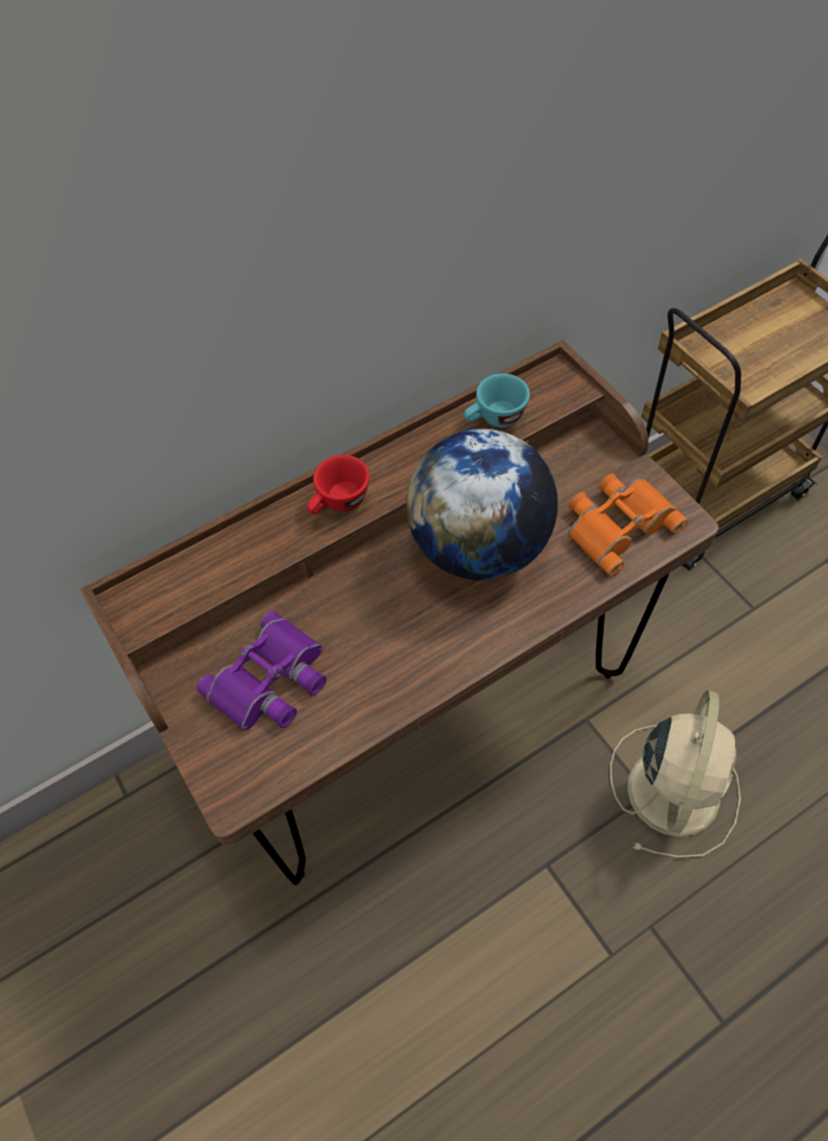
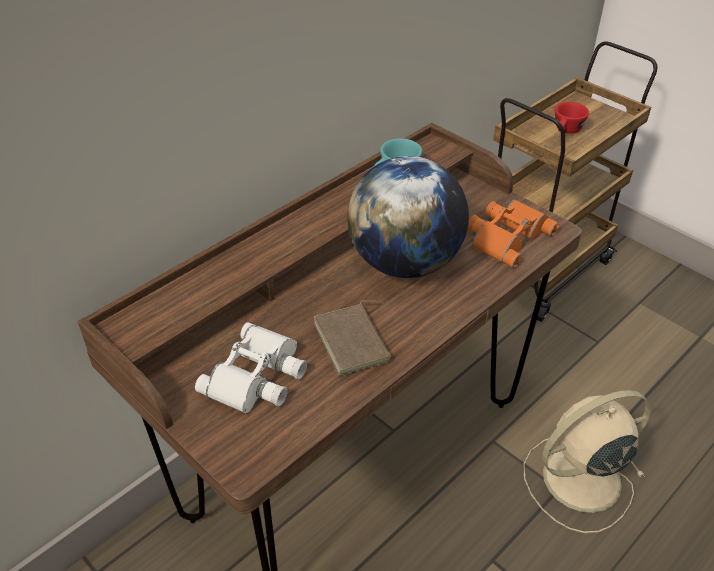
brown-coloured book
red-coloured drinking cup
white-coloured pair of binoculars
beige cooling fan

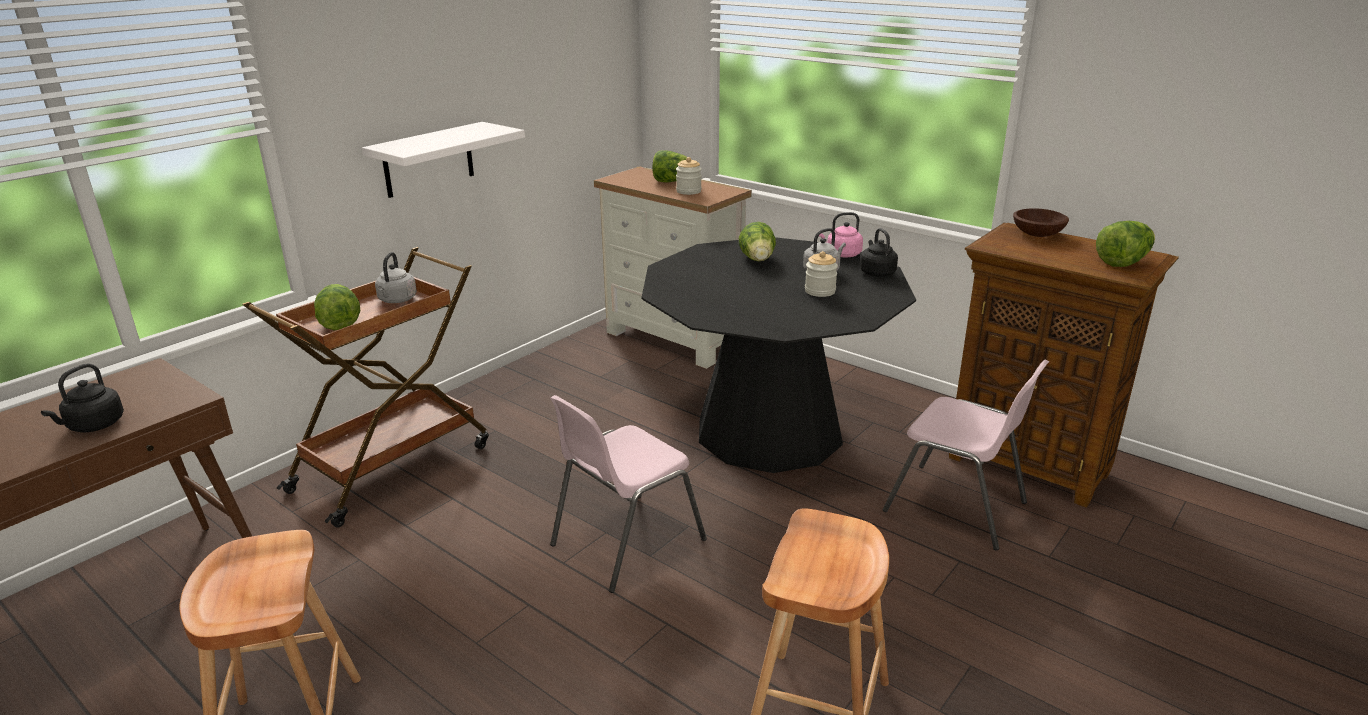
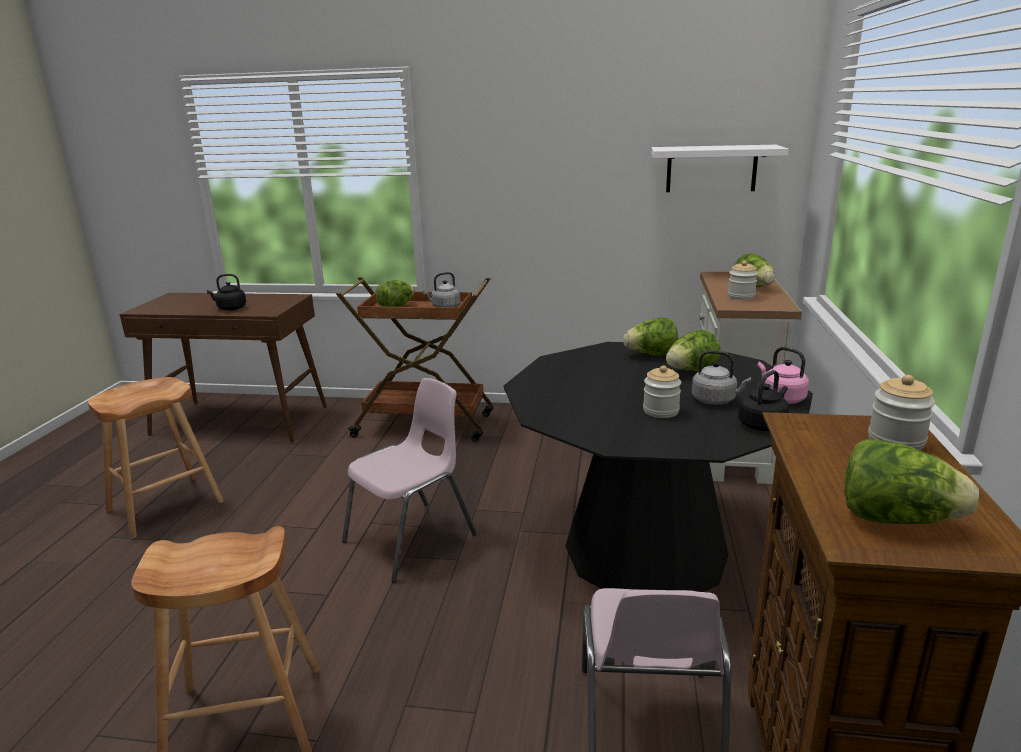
lettuce (2nd from left)
white-coloured bracket shelf
preserve jar (3rd from left)
pinkish upright chair (1st from left)

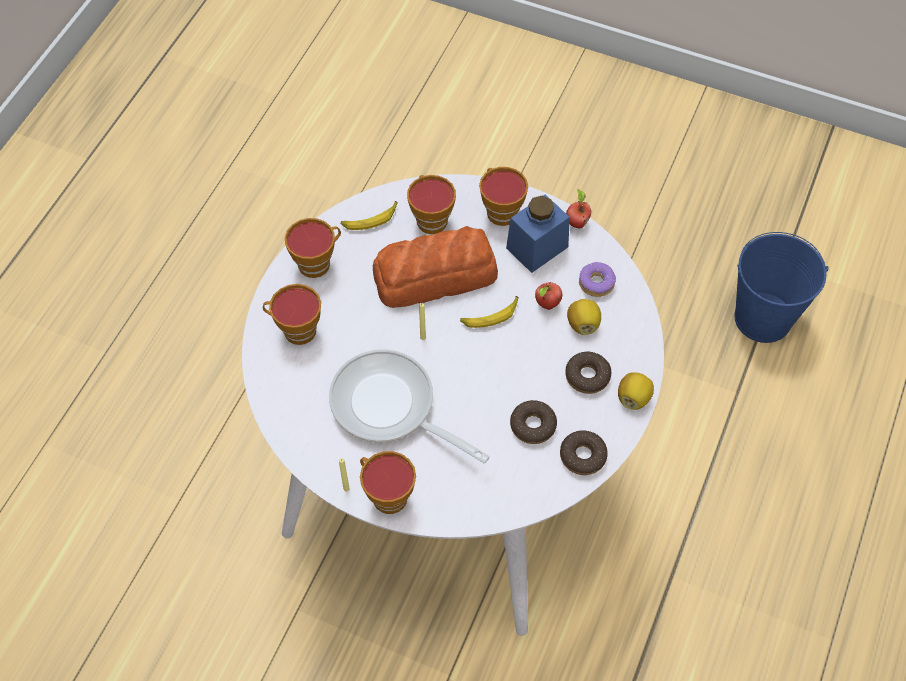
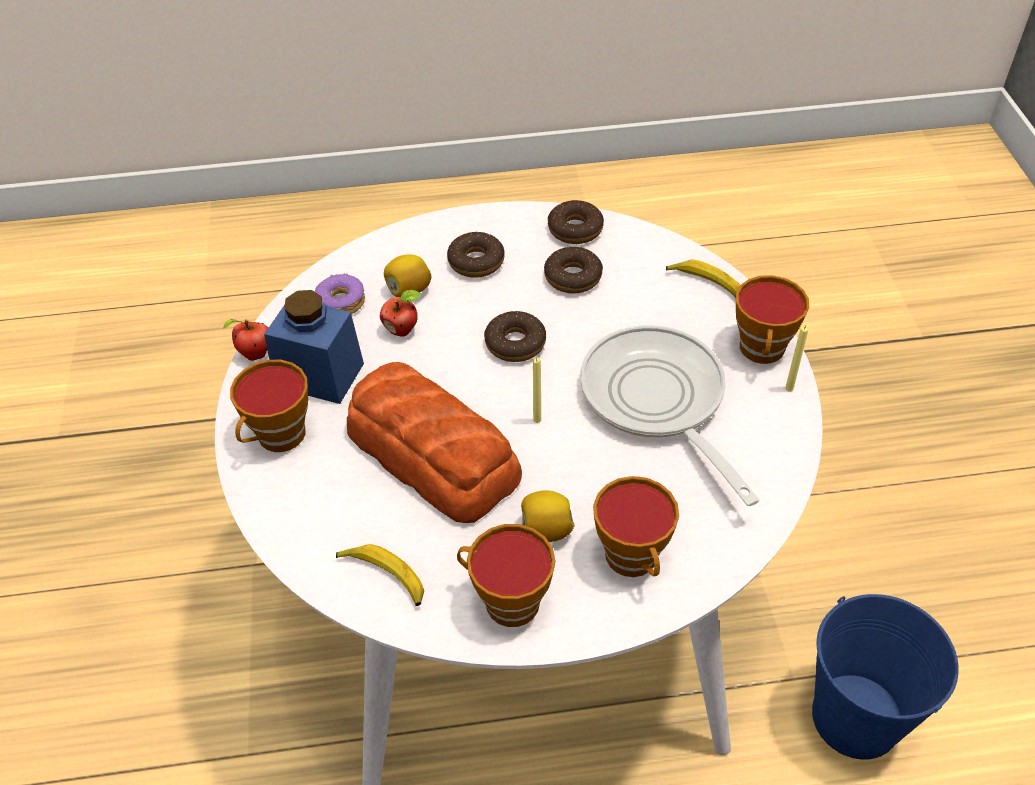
drinking cup (4th from left in the first image)
ring doughnut (3rd from left)
whole banana (2nd from left)
whole lemon (2nd from left)
bluish pail
frying pan

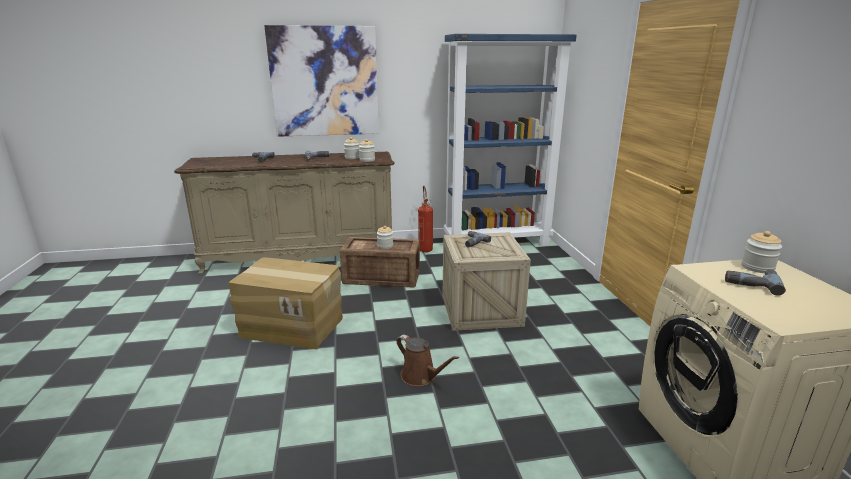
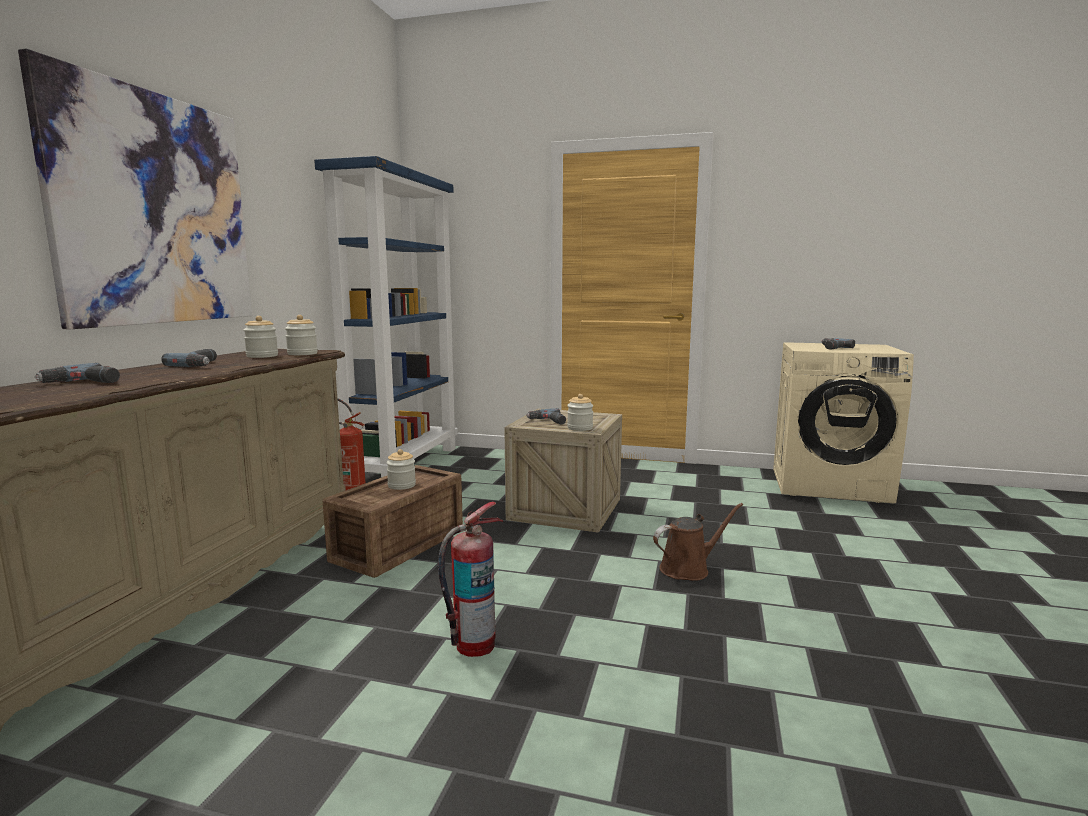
preserve jar (4th from left)
extinguisher (2nd from left)

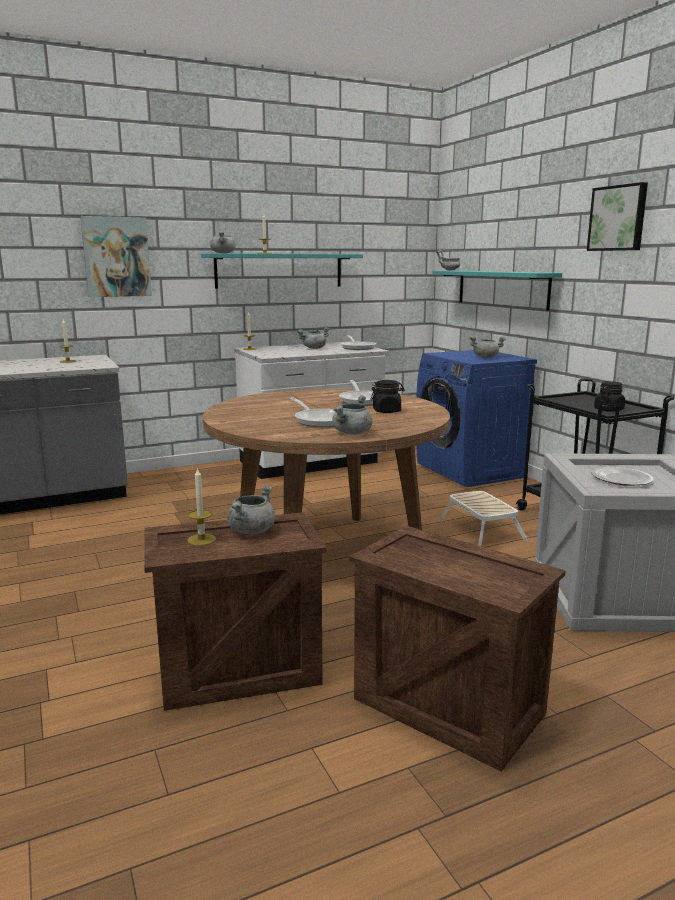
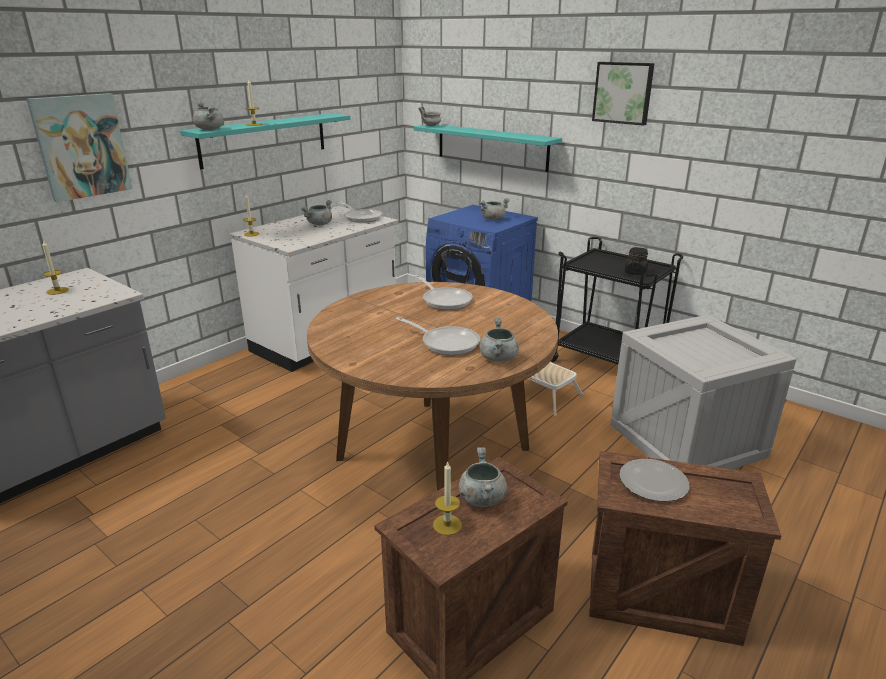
black preserve jar (1st from left in the first image)
flat dish

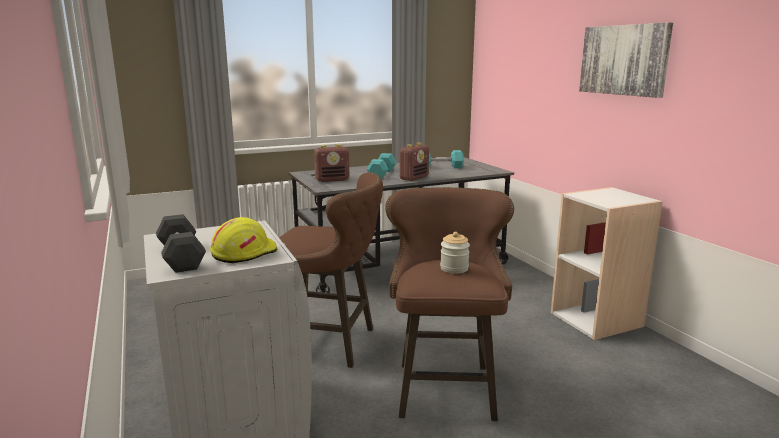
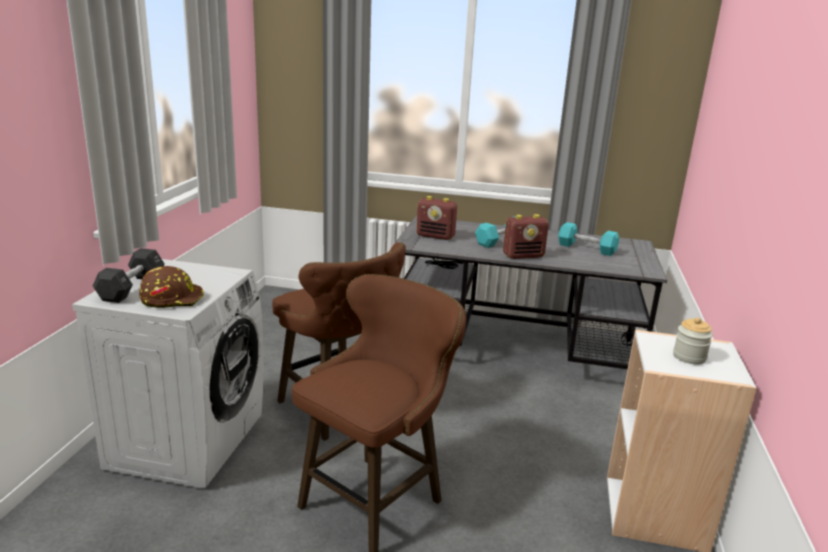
picture
preserve jar
brown-coloured safety helmet

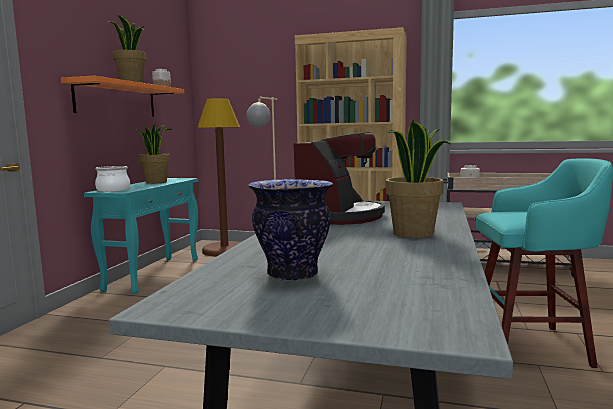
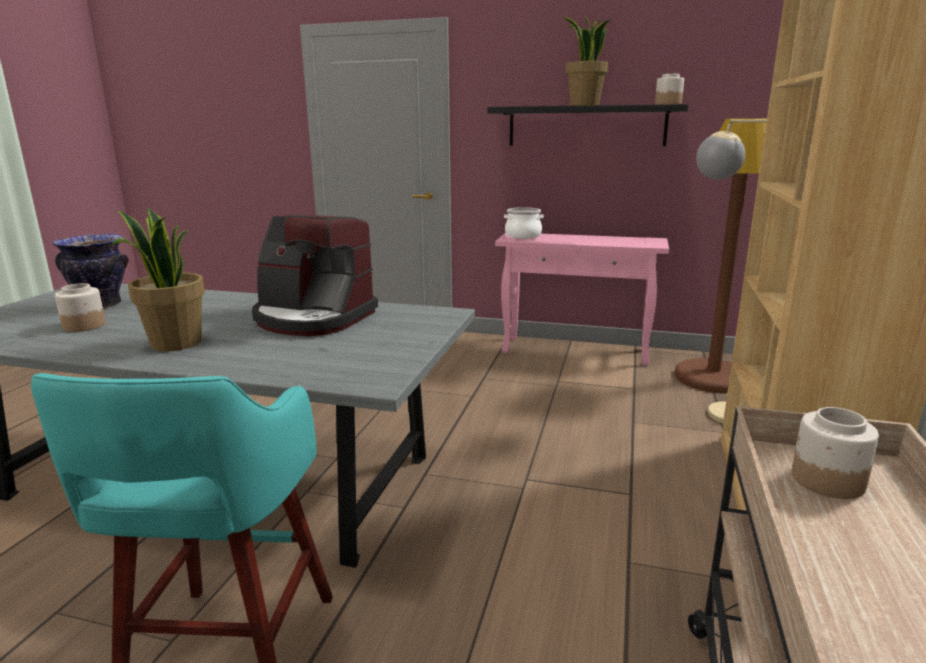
houseplant (2nd from left in the first image)
preserve jar (1st from left)
black bracket shelf
pinkish console table

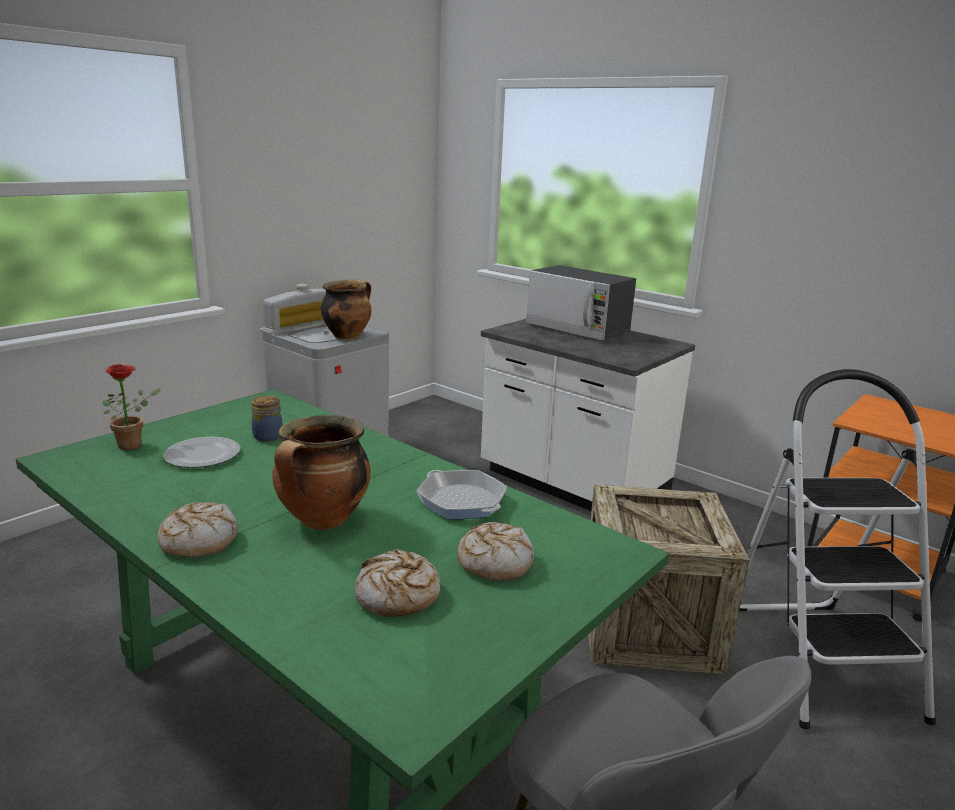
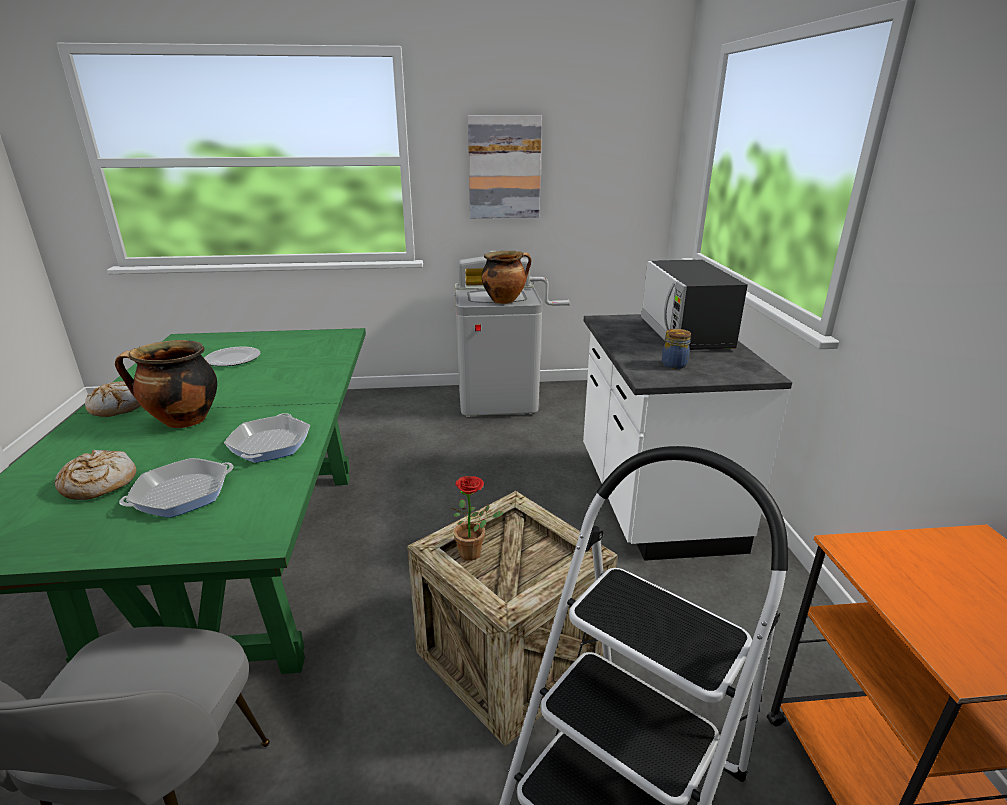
picture
houseplant
preserve jar
frying pan (1st from left)

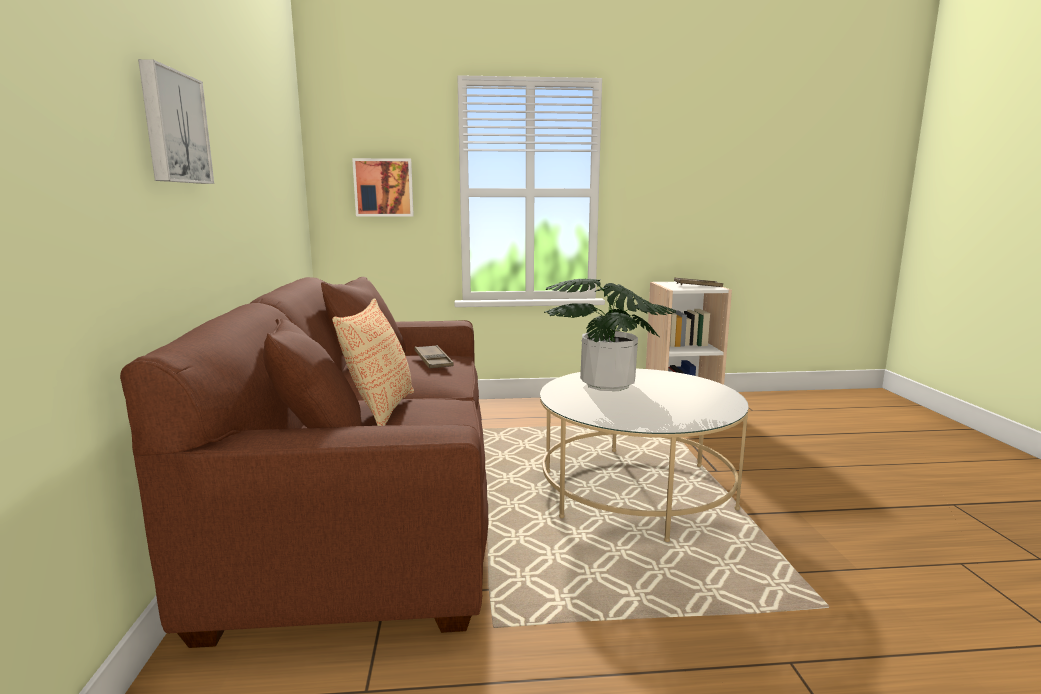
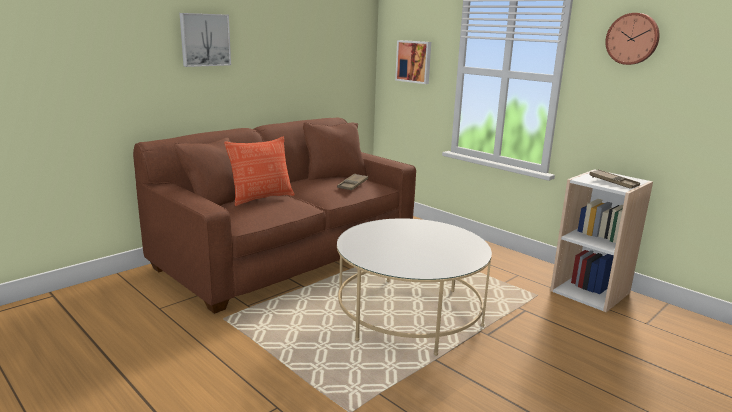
houseplant
hanging clock
orange cushion

